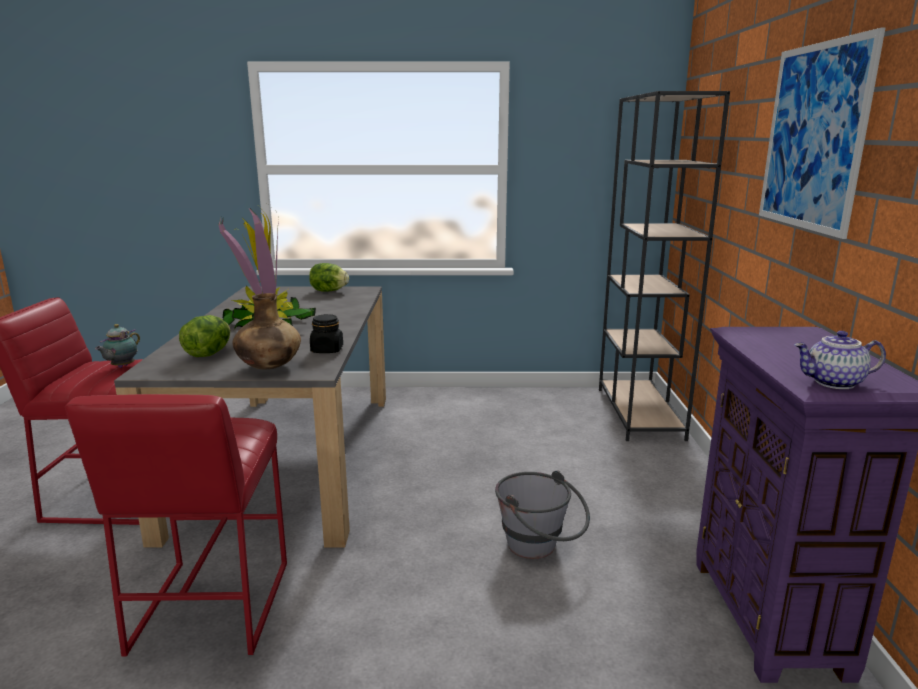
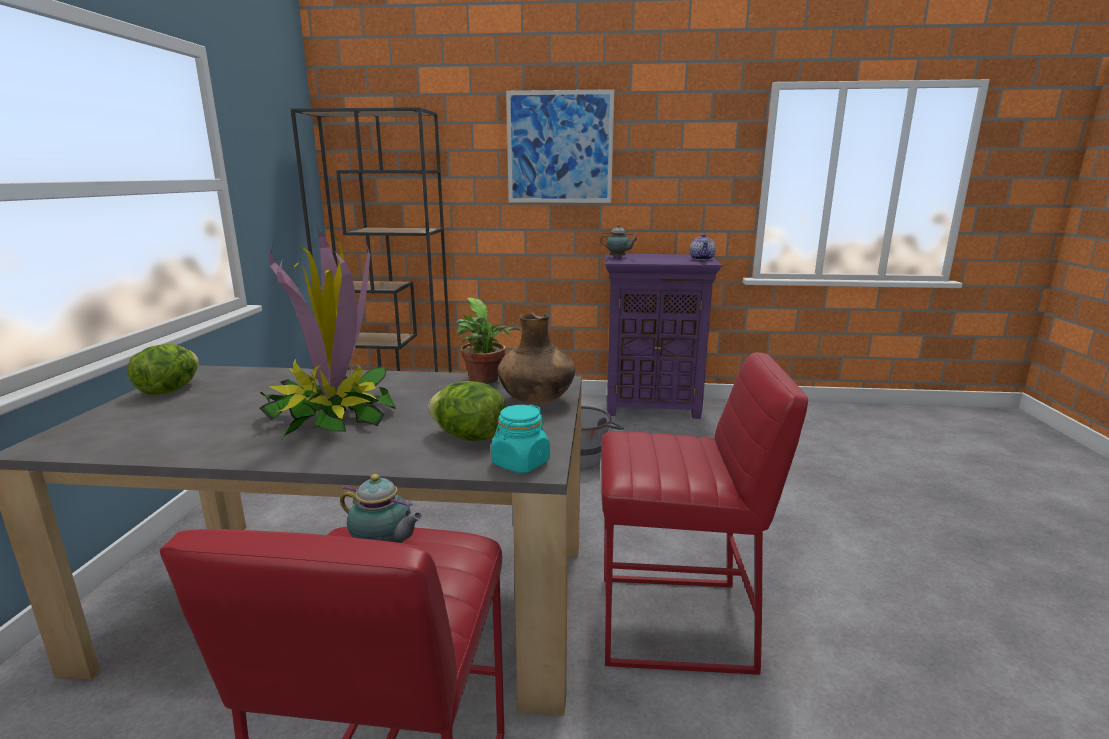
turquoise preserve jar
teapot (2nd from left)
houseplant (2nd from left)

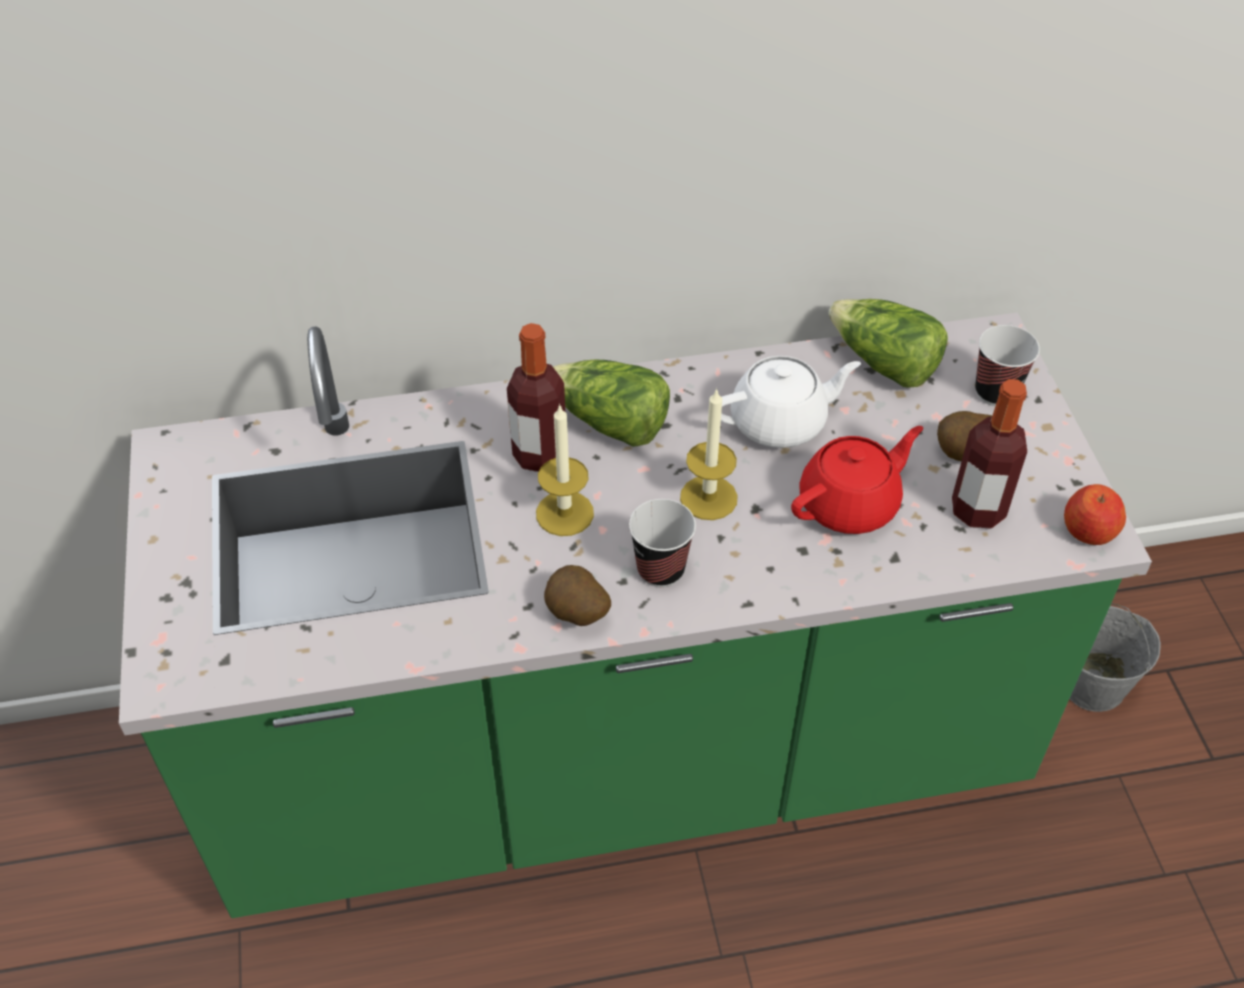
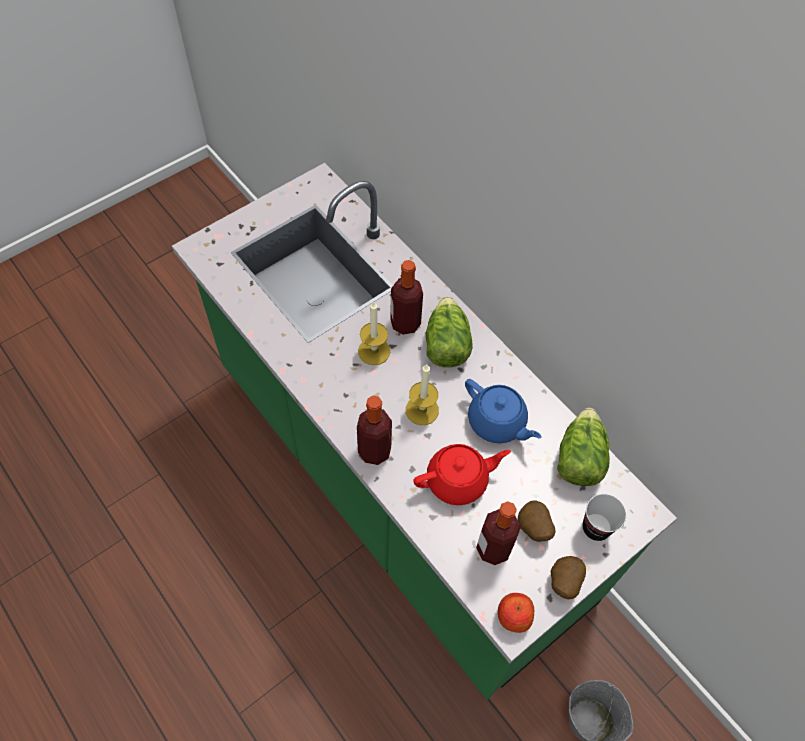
drinking cup (1st from left in the first image)
bottle (1st from left)
spud (2nd from left)
bluish teapot
red-coloured teapot

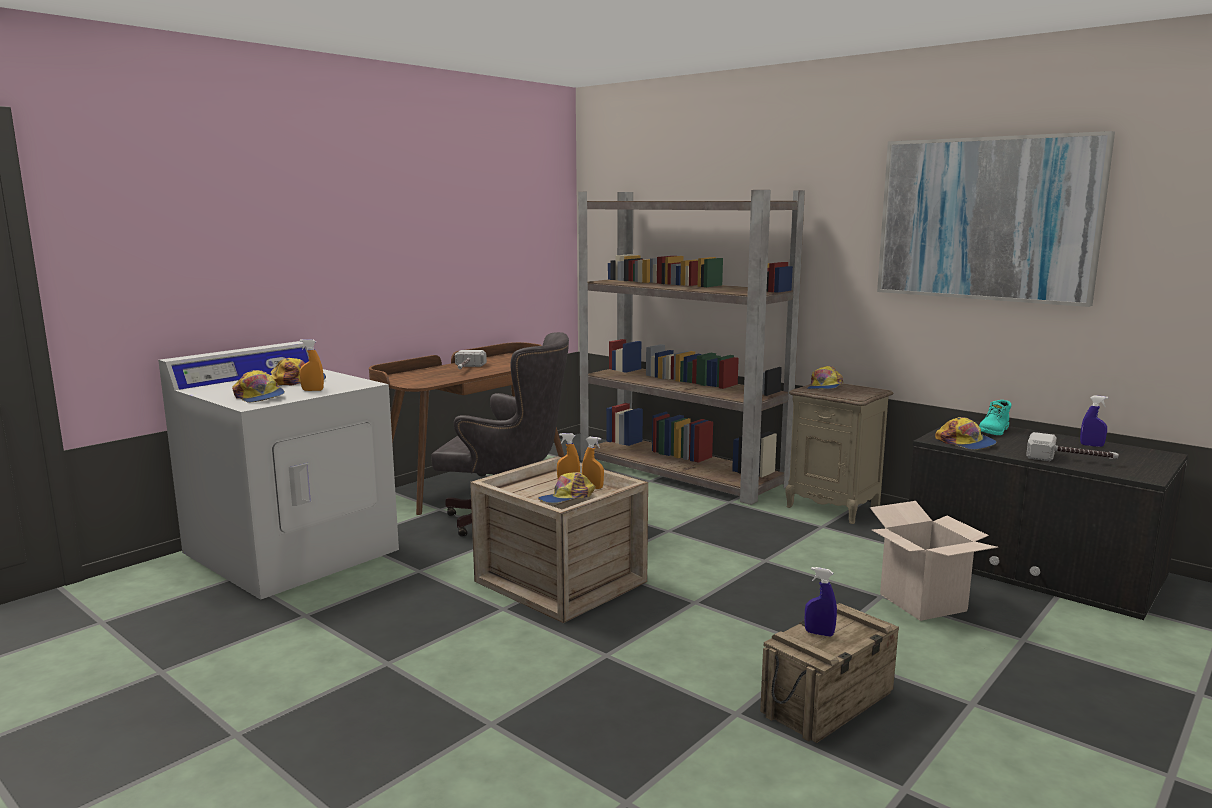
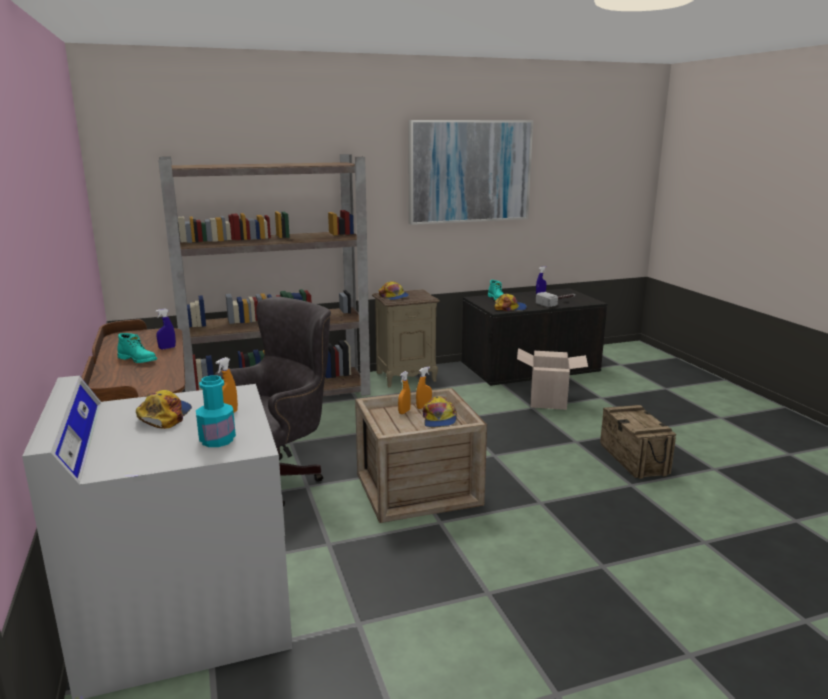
bluish sprayer (1st from left)
turquoise bottle
turquoise boot (1st from left)

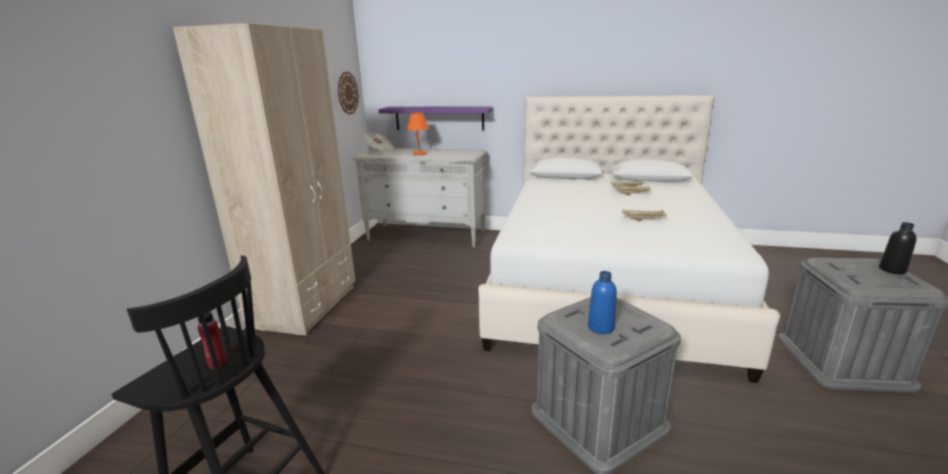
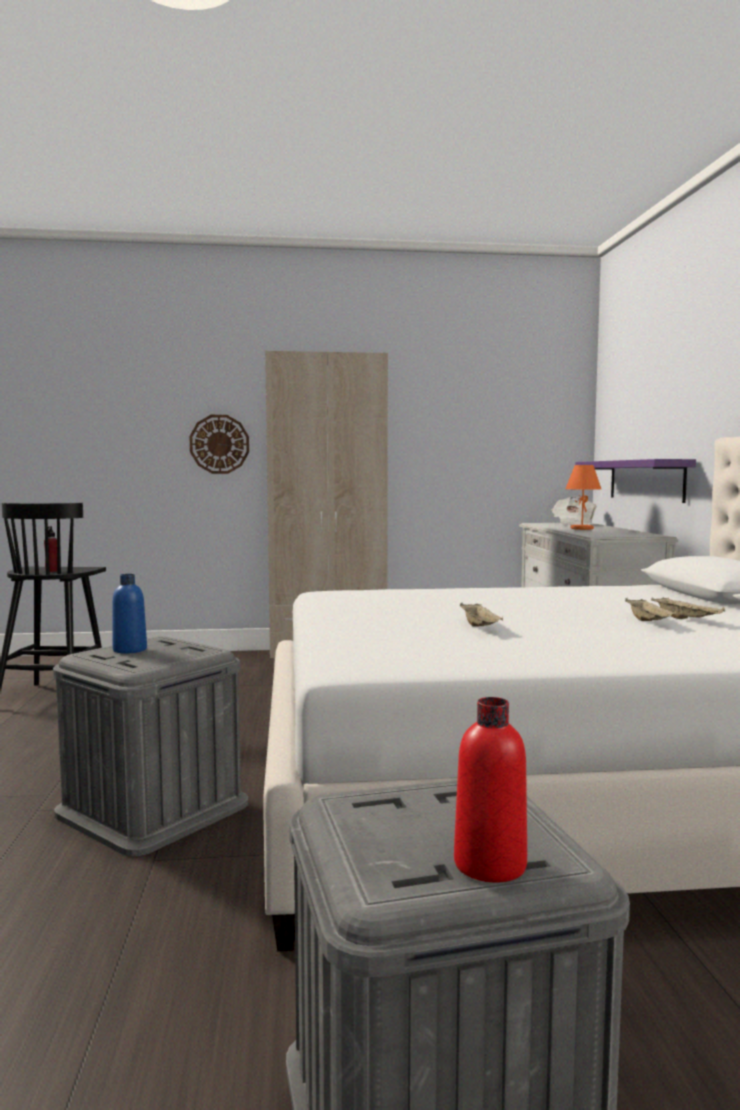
hanging clock
red-coloured bottle (2nd from left)

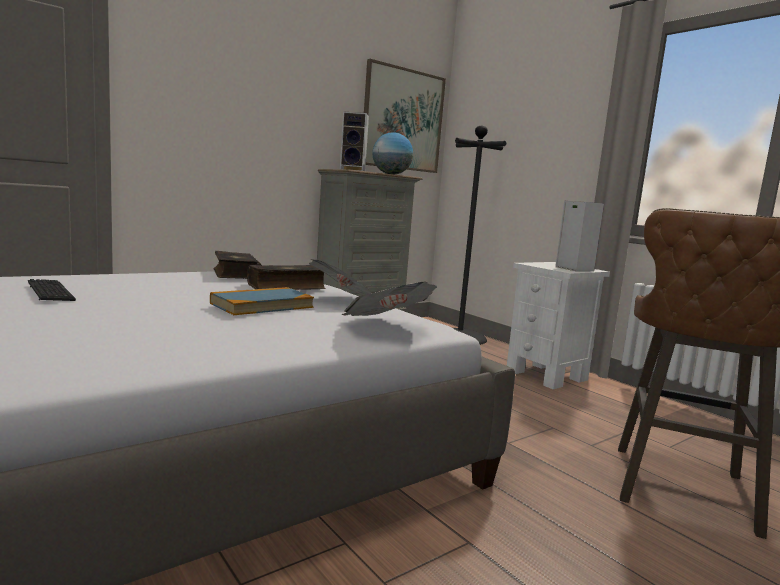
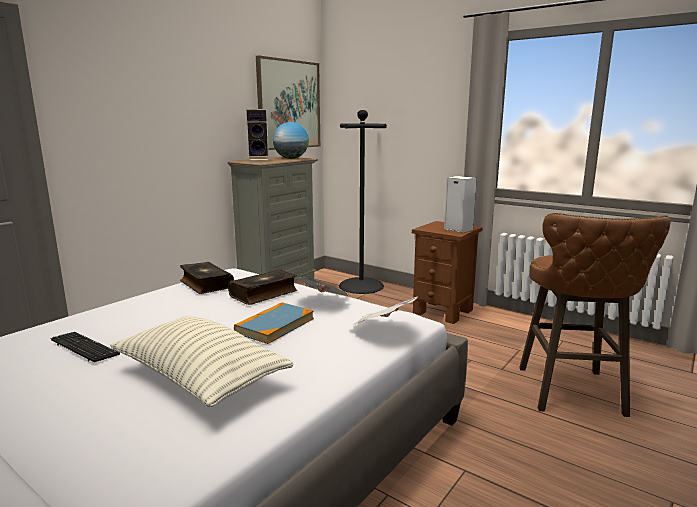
cushion
brown-coloured nightstand

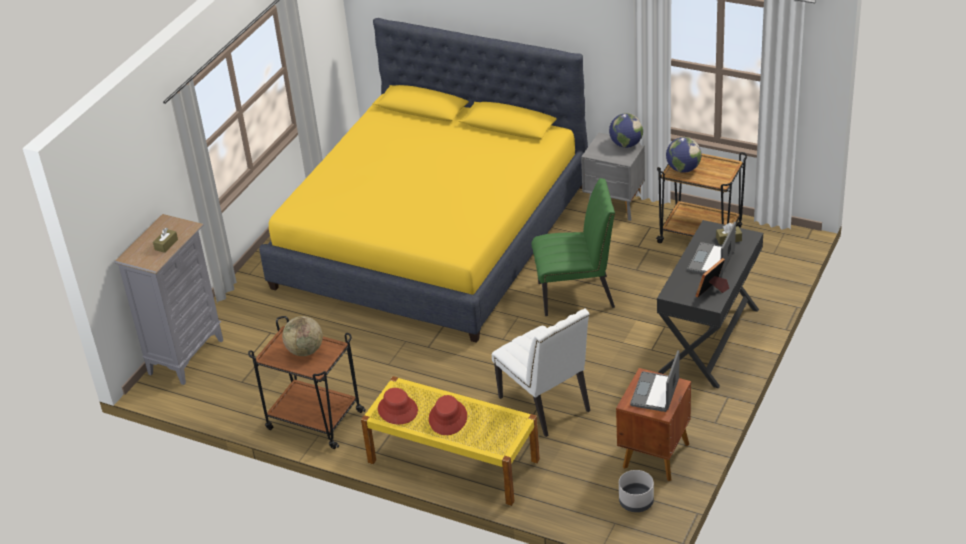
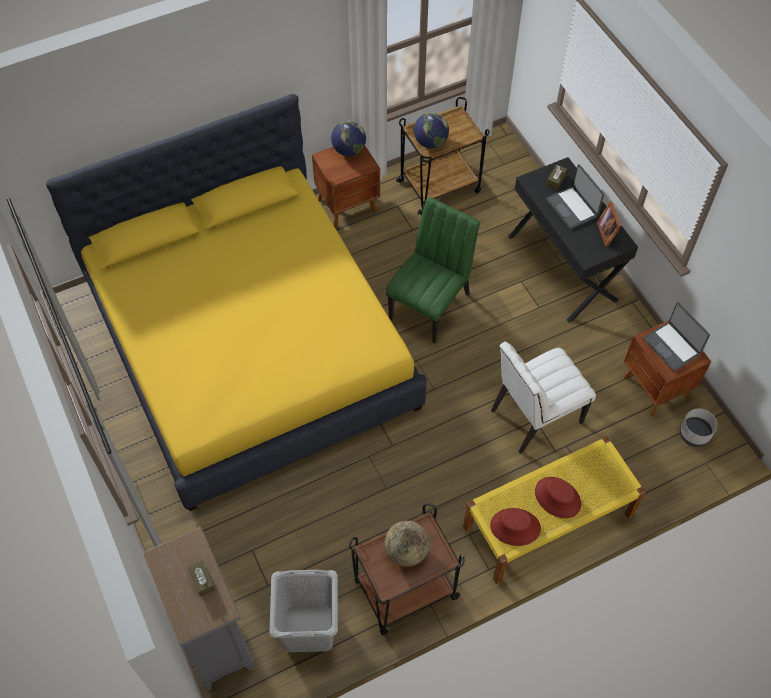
greyish washing basket
brown-coloured nightstand (1st from left)
white-coloured upright chair

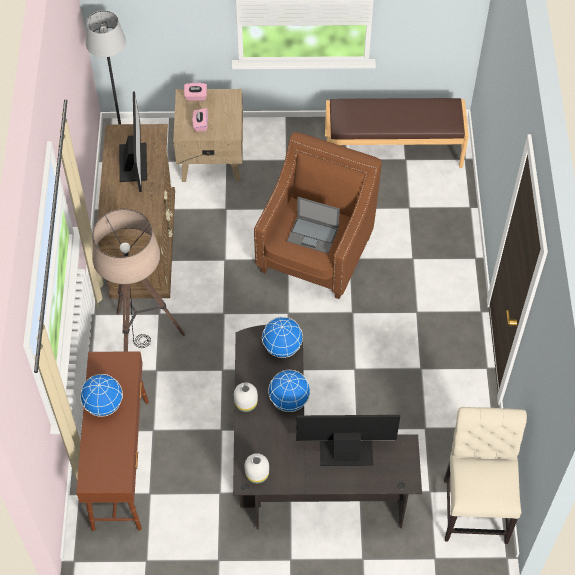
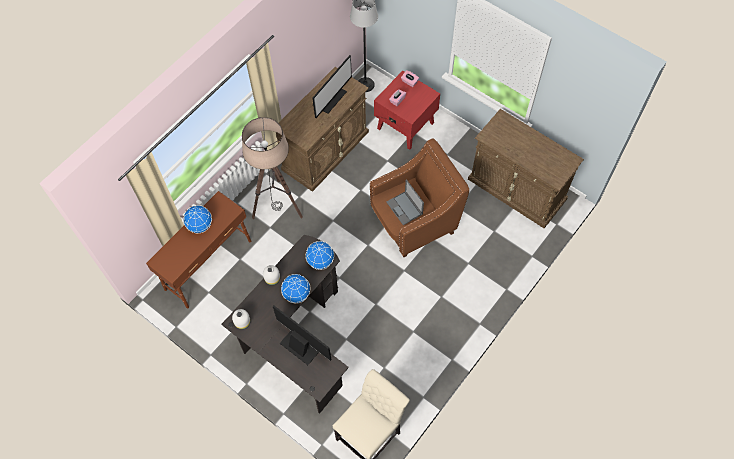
brown-coloured dresser (2nd from left)
red-coloured nightstand

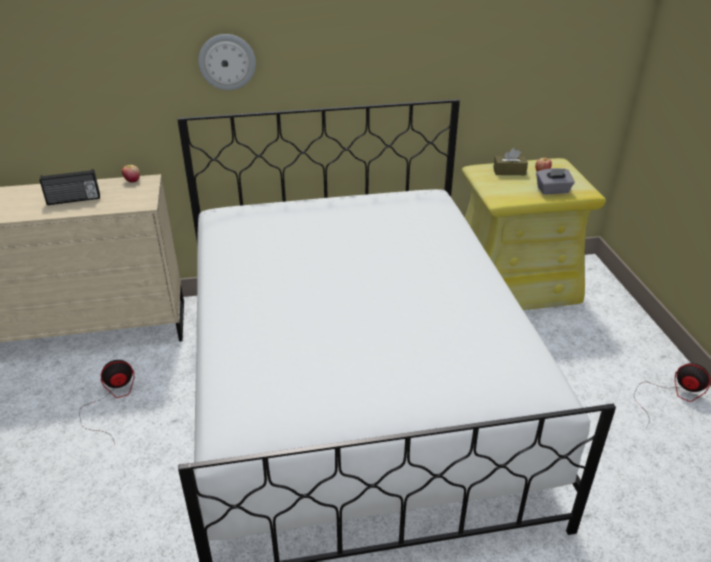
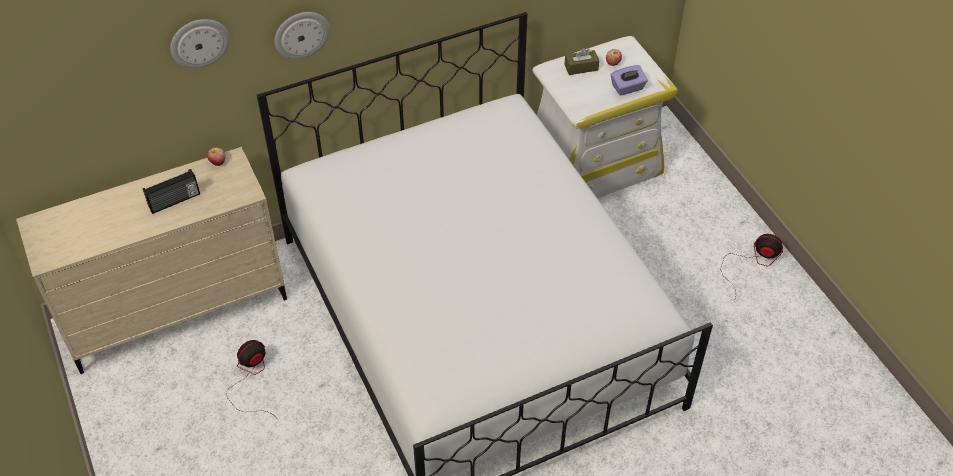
hanging clock (1st from left)
white-coloured nightstand
purple tissue box

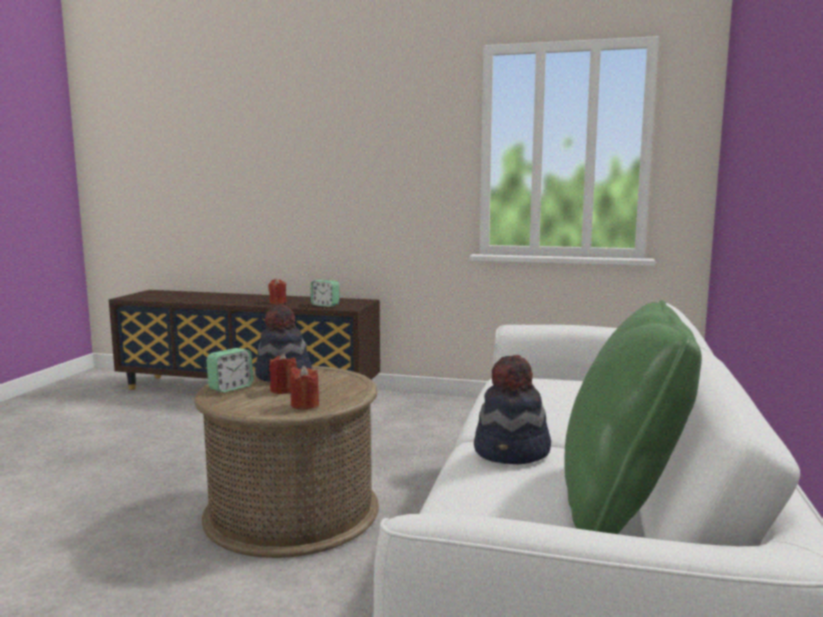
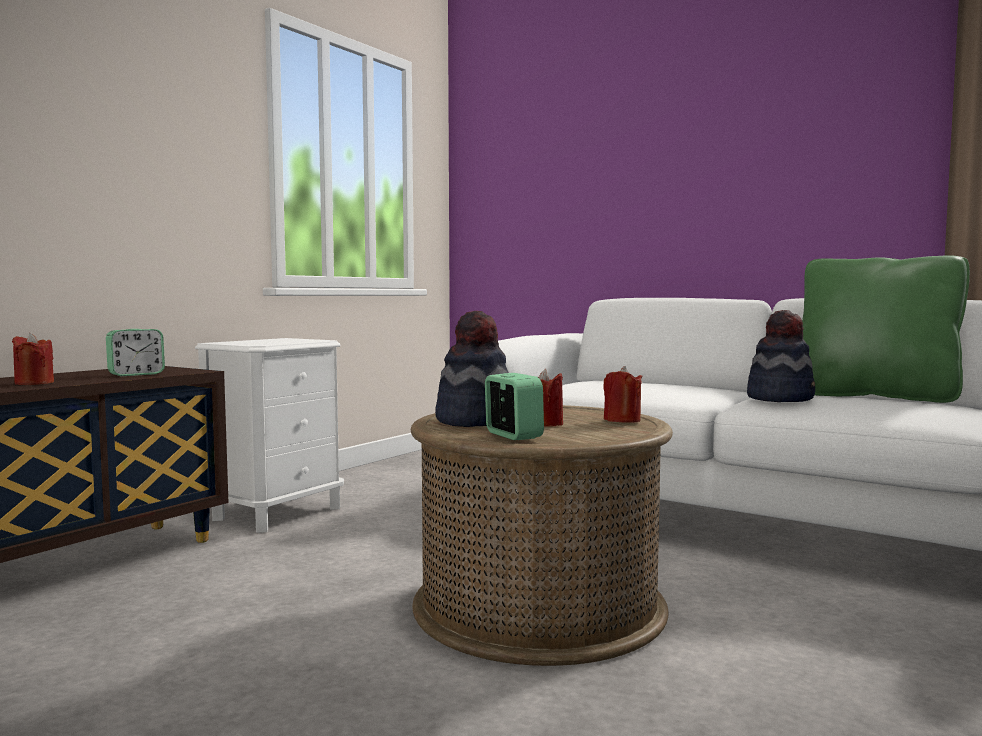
white-coloured nightstand

